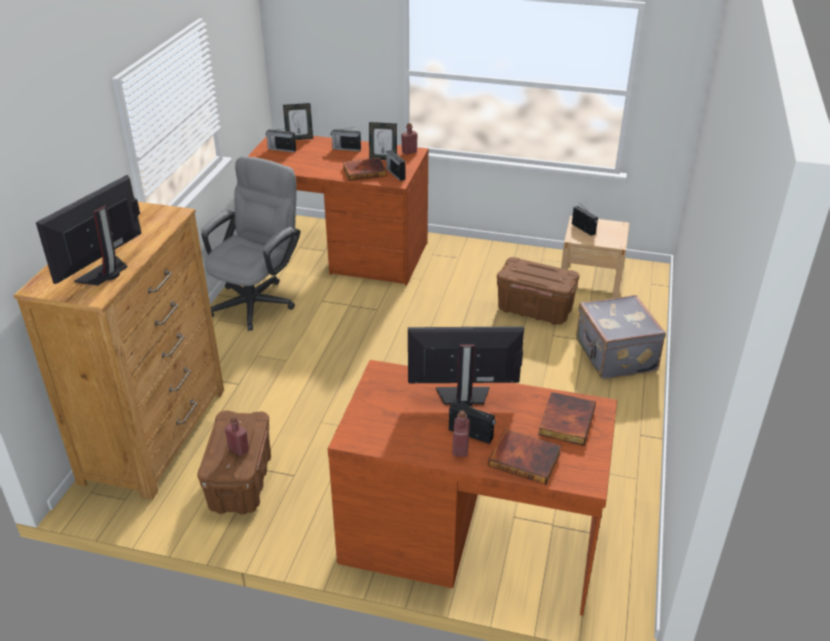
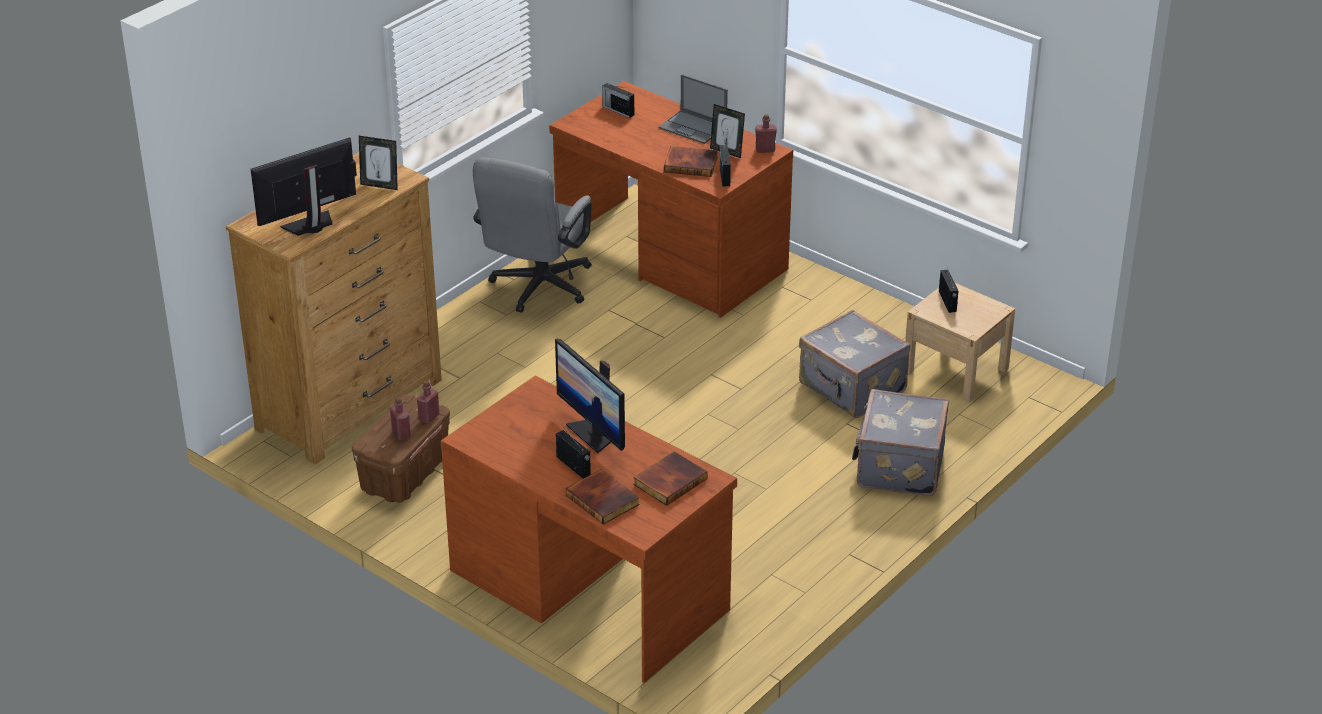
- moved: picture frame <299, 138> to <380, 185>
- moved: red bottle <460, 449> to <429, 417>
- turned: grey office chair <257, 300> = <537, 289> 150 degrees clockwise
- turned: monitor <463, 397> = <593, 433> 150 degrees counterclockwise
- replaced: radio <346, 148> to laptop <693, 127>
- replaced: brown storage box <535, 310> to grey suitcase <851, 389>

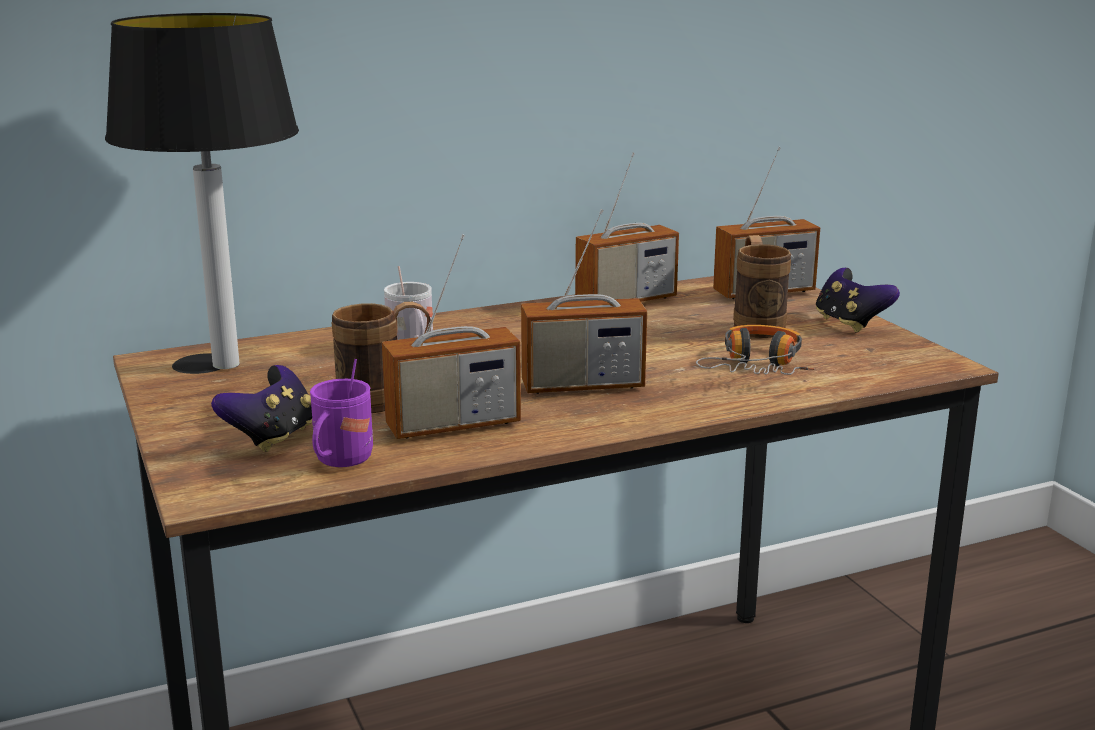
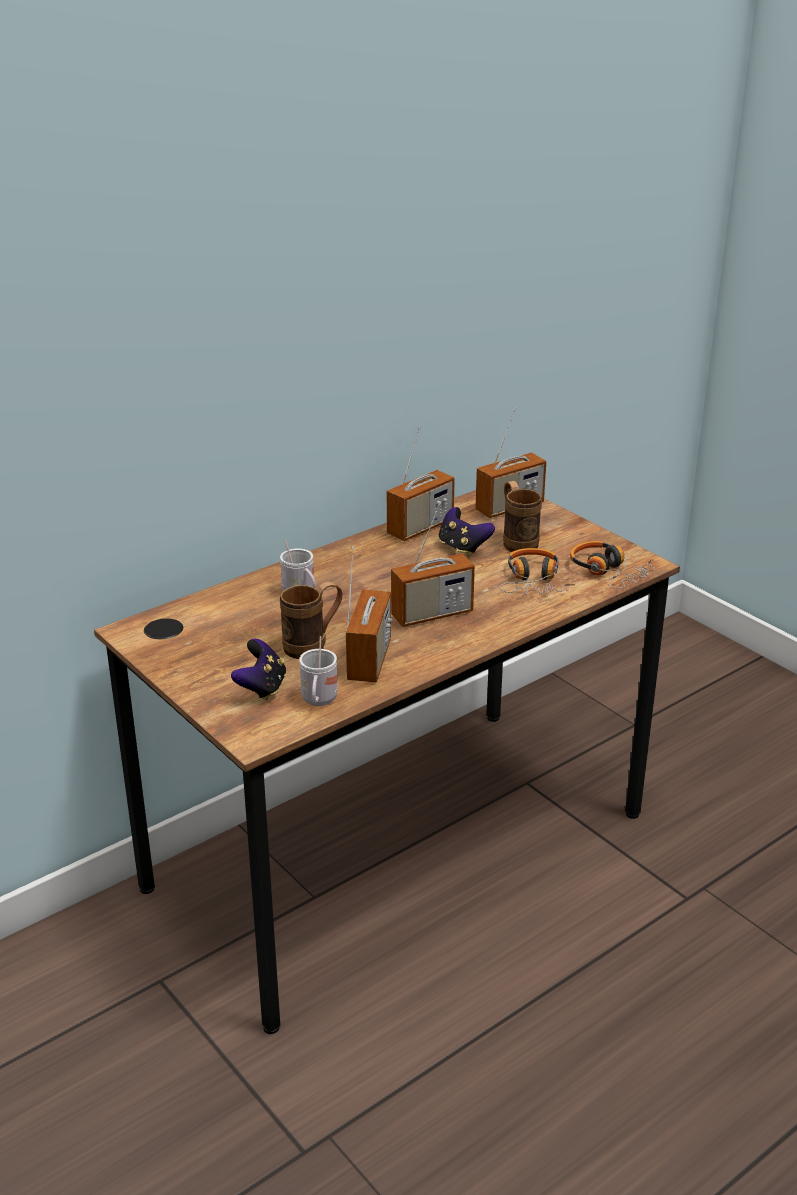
- recoloured: purple mug <339, 463> to white mug <318, 702>
- turned: radio <453, 425> = <369, 660> 45 degrees counterclockwise
- moved: game controller <850, 323> to <463, 548>
- added: headphones <609, 572>
- removed: table lamp <225, 365>

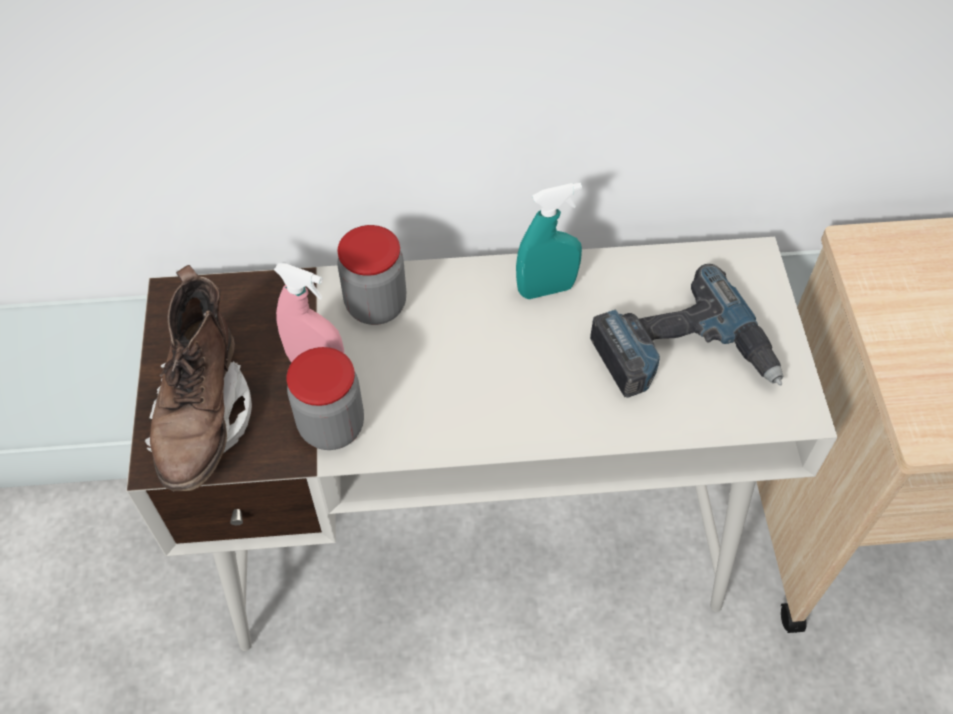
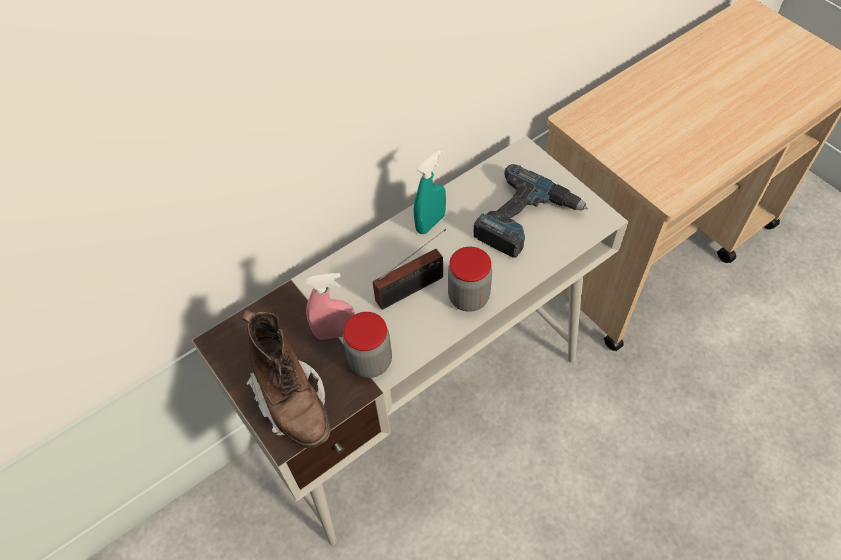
- added: radio <413, 288>
- moved: jar <376, 305> to <468, 297>

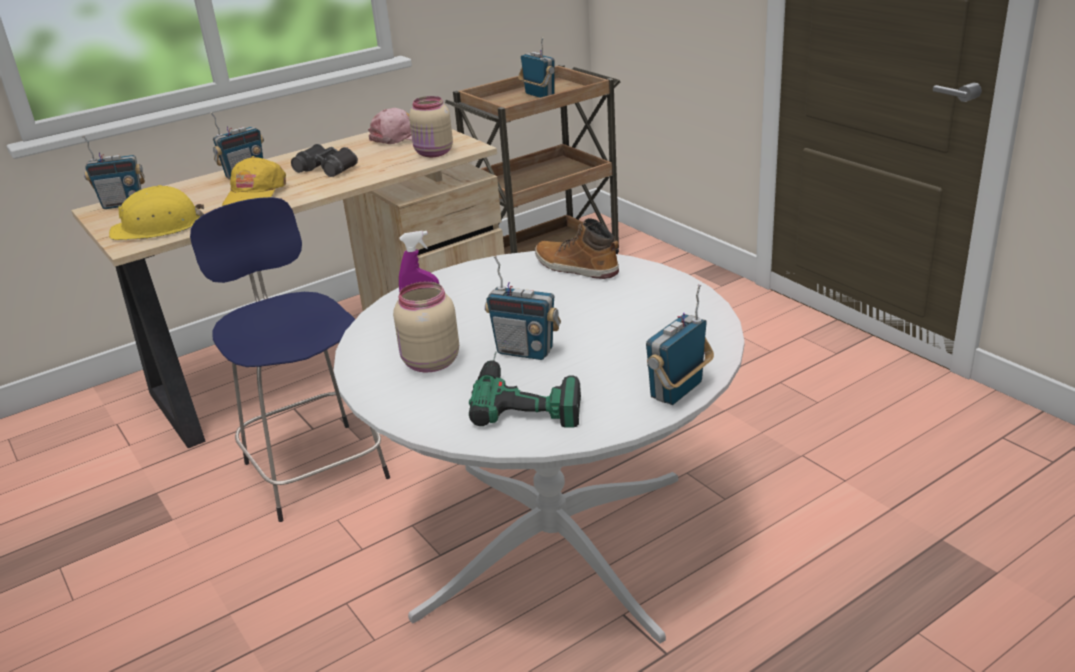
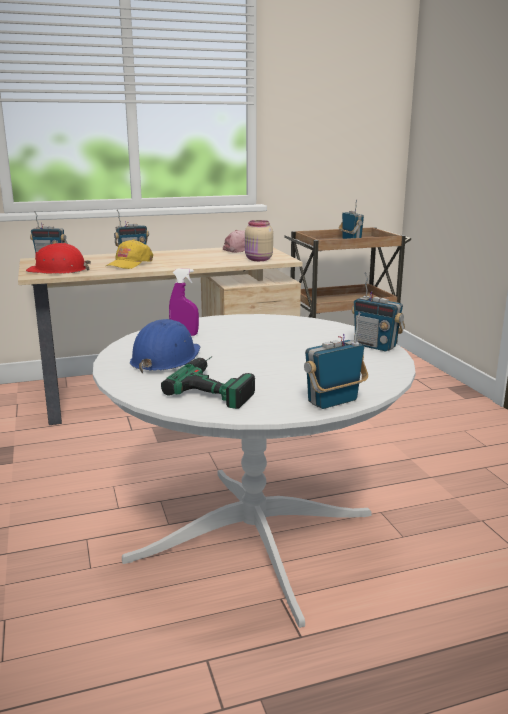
- recoloured: yellow hard hat <157, 227> to red hard hat <58, 270>
- replaced: beige jar <429, 363> to blue hard hat <165, 358>
- moved: radio <525, 351> to <375, 346>
- removed: blue stool <314, 467>
- removed: black binoculars <328, 168>
- removed: boot <575, 267>

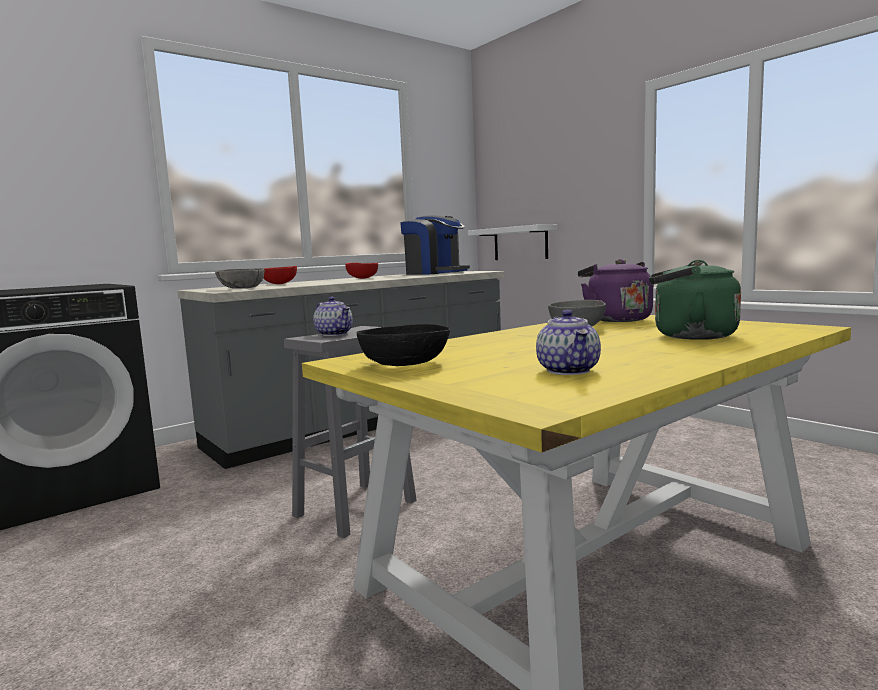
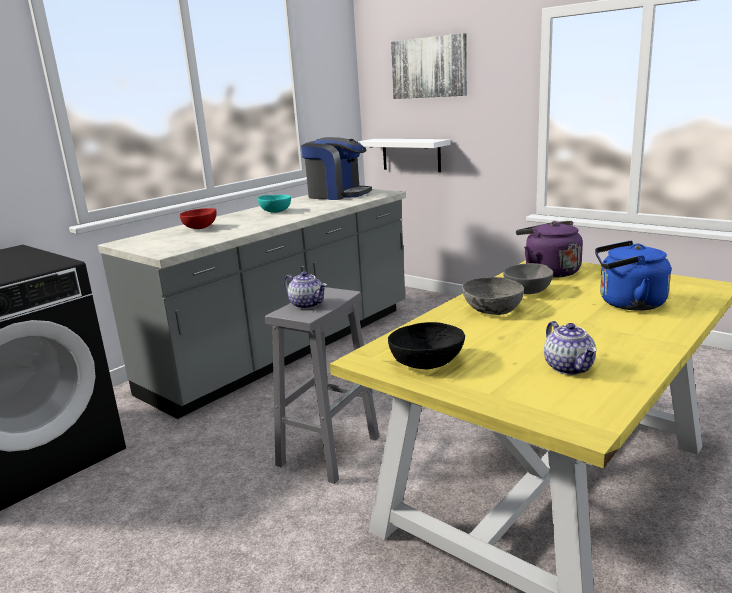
- recoloured: red bowl <362, 278> to turquoise bowl <275, 212>
- added: picture <429, 67>
- moved: grey bowl <242, 288> to <492, 310>
- recoloured: green kettle <689, 336> to blue kettle <627, 303>

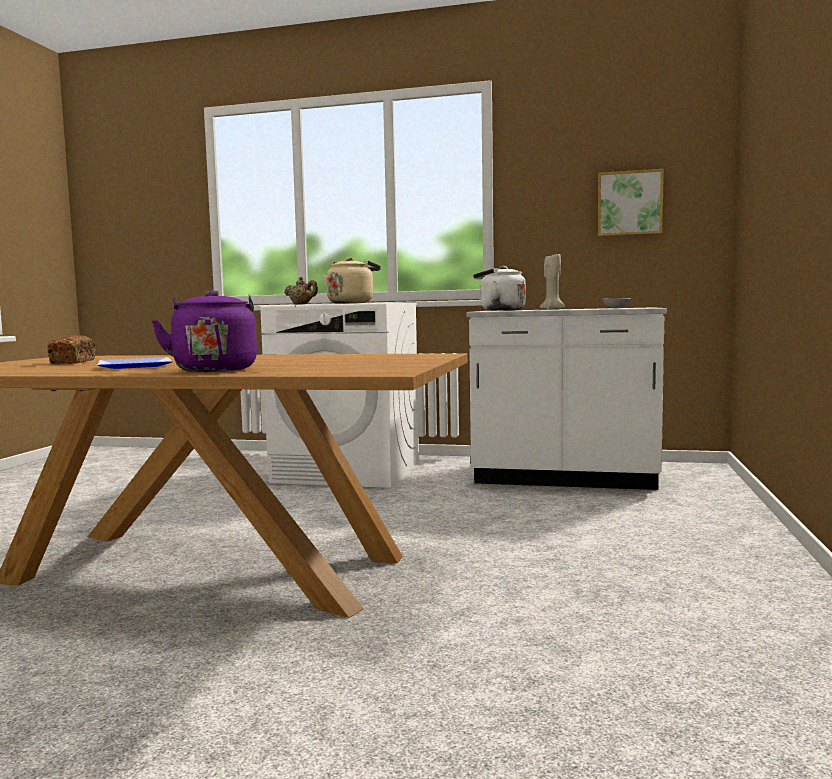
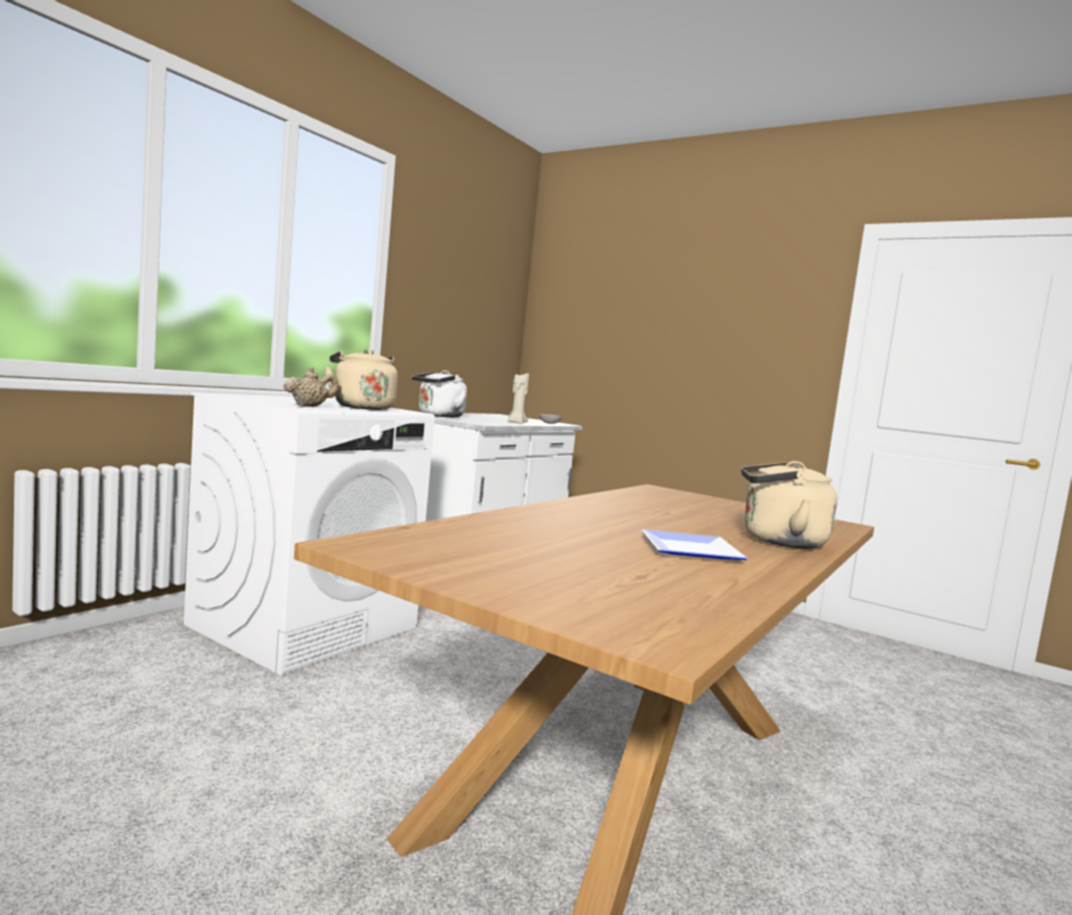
- recoloured: purple kettle <215, 369> to beige kettle <778, 541>
- removed: bread <73, 362>
- removed: picture <629, 203>

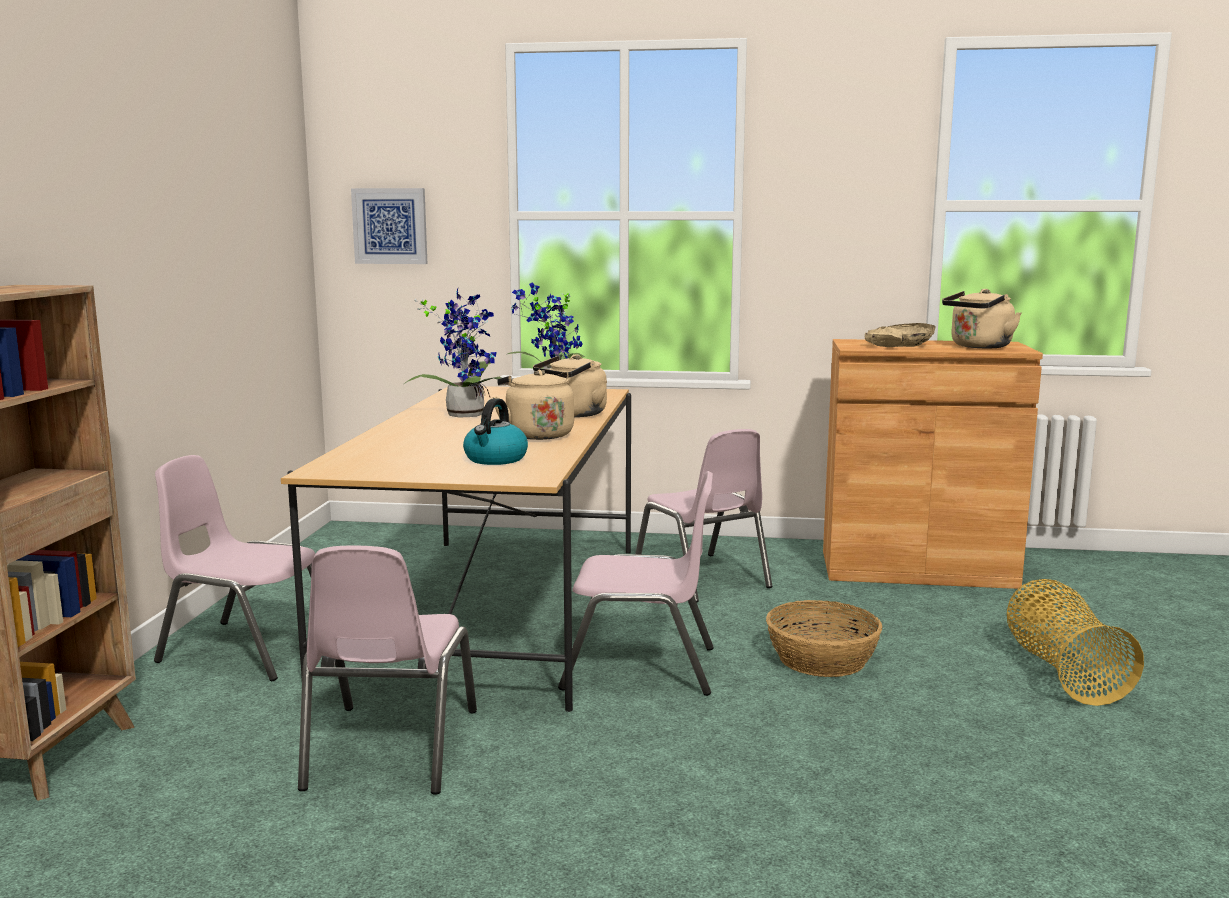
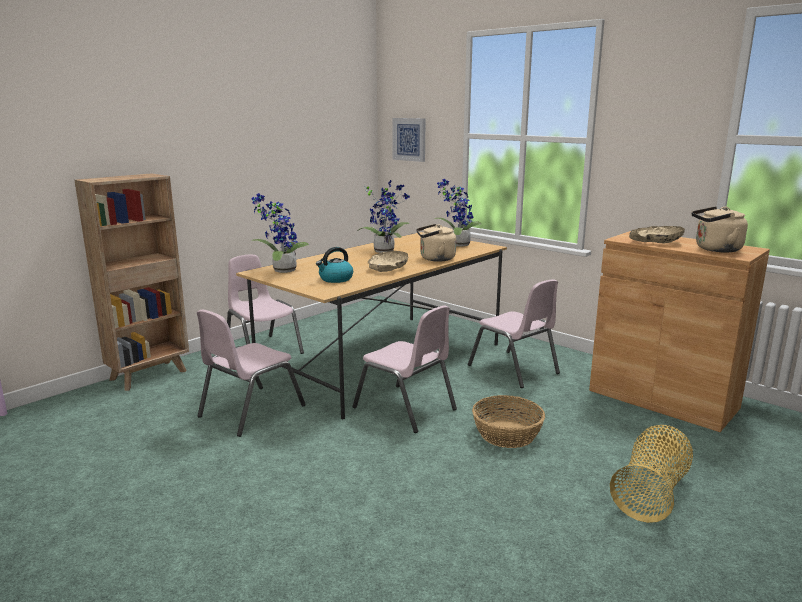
- added: potted plant <281, 270>
- replaced: beige kettle <537, 434> to beige bowl <388, 268>
- turned: pink chair <702, 578> = <513, 369> 45 degrees counterclockwise

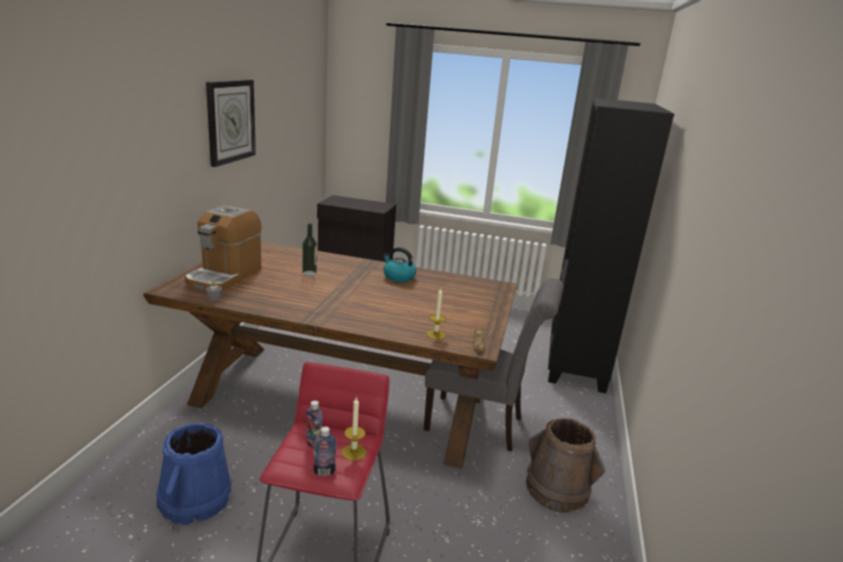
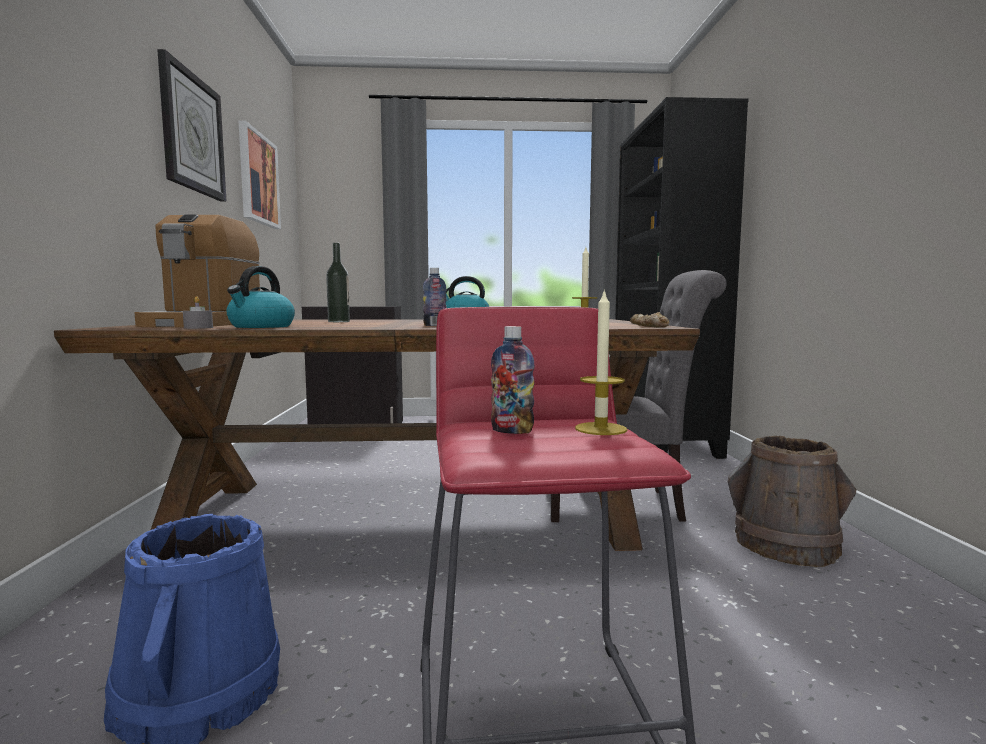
- added: kettle <261, 327>
- added: picture <258, 179>
- moved: bottle <324, 471> to <435, 325>

